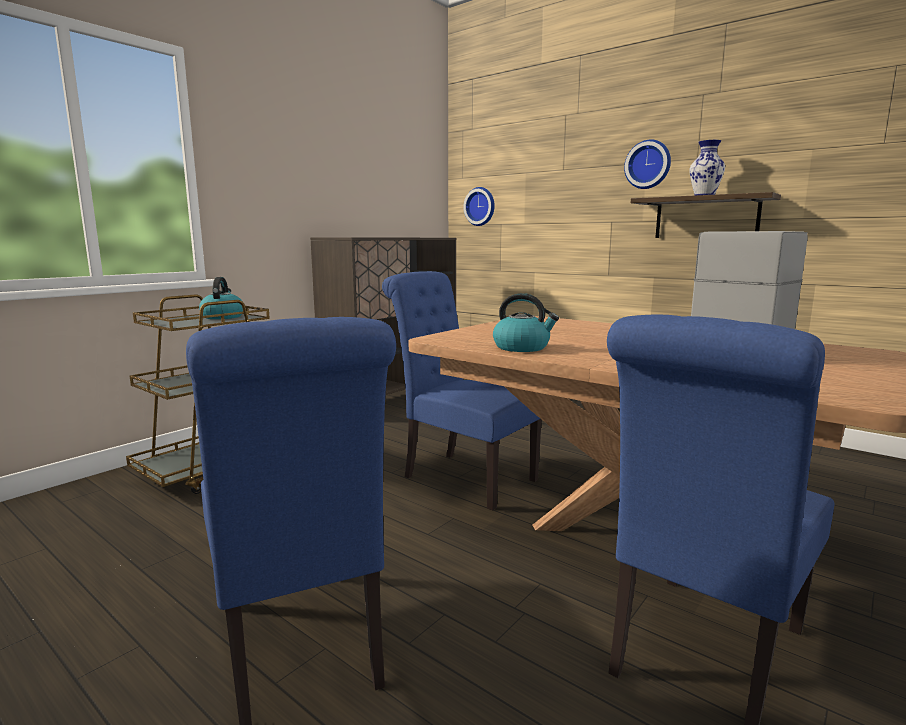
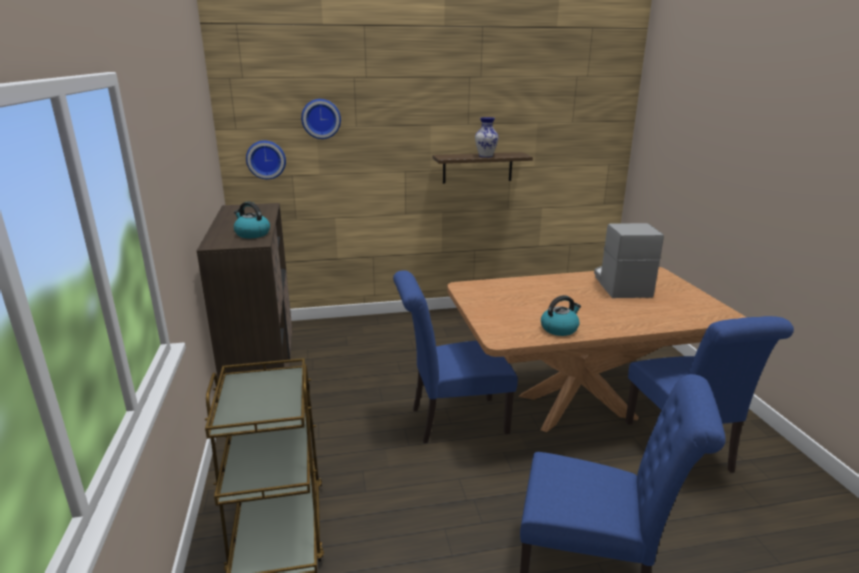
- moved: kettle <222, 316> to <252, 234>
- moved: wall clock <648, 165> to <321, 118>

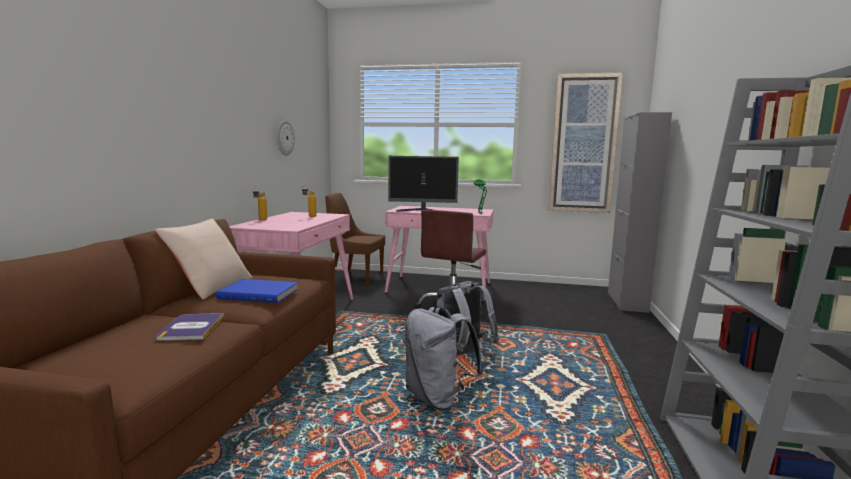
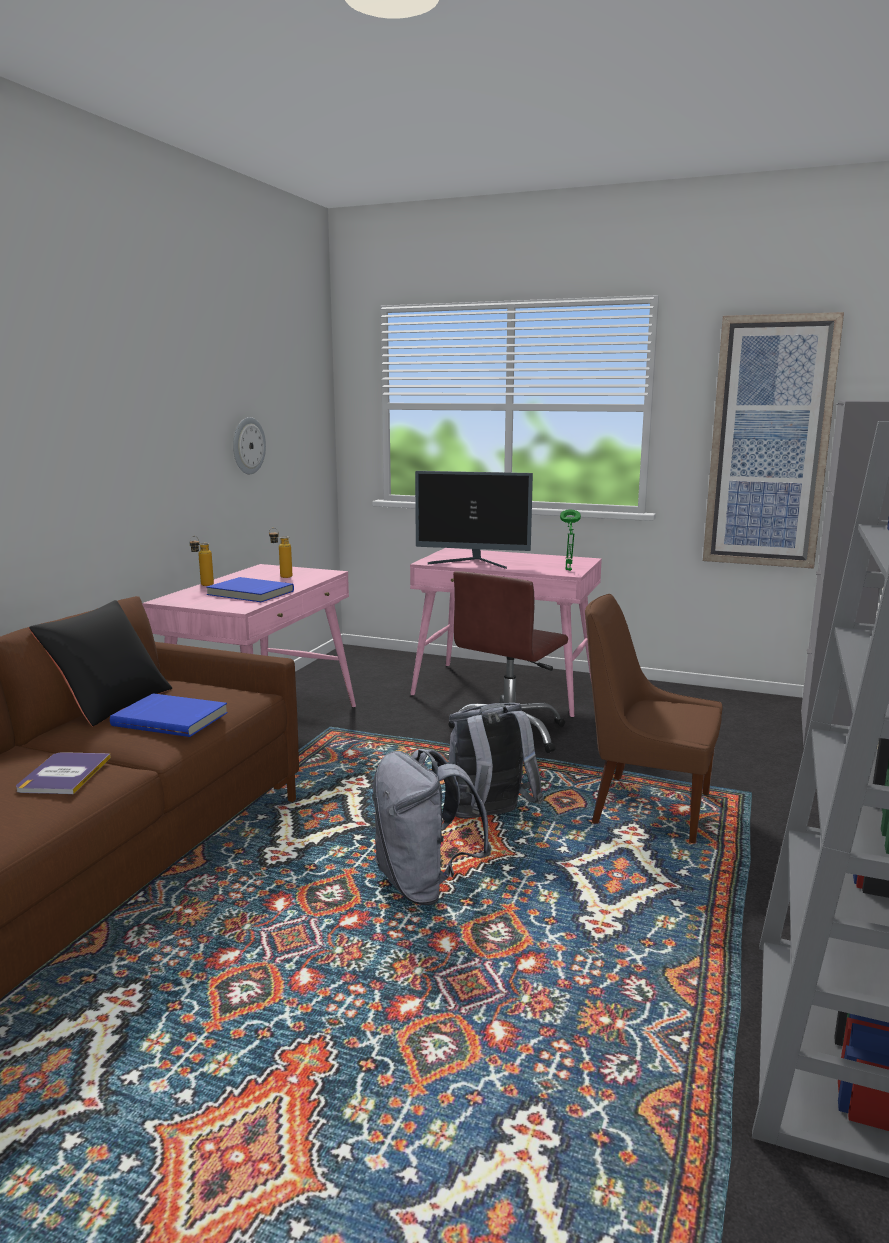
- recoloured: beige pillow <210, 286> to black pillow <109, 702>
- added: blue book <249, 593>
- moved: brown chair <355, 276> to <645, 807>

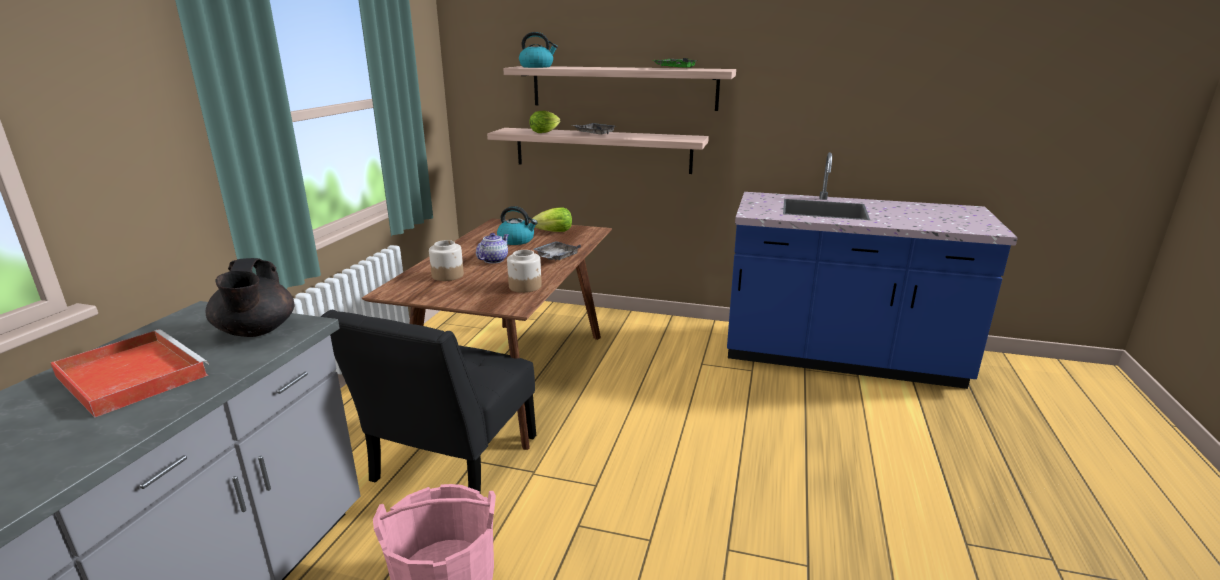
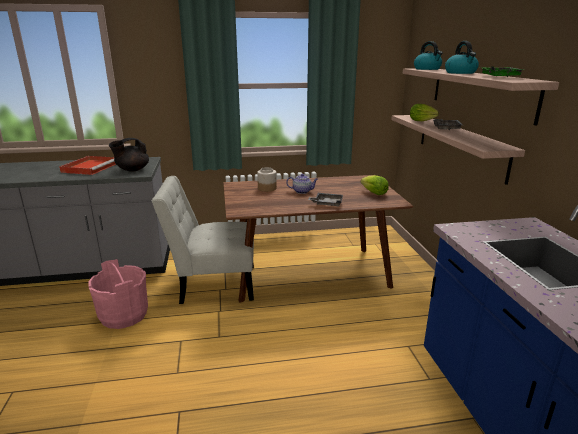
- recoloured: black chair <450, 464> to white chair <213, 284>
- moved: kettle <517, 240> to <461, 73>
- removed: jar <525, 286>

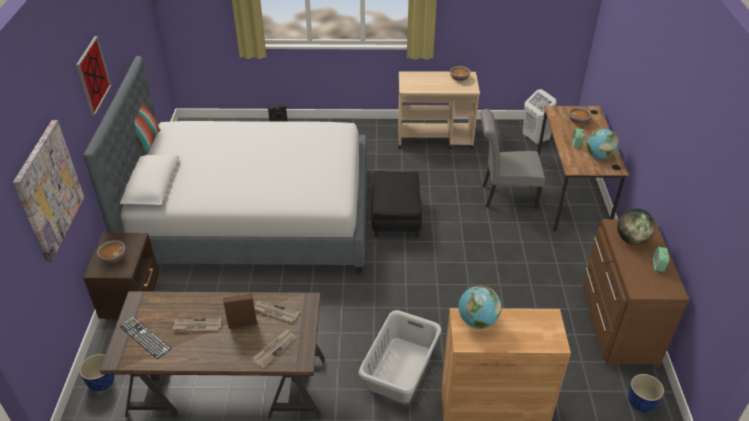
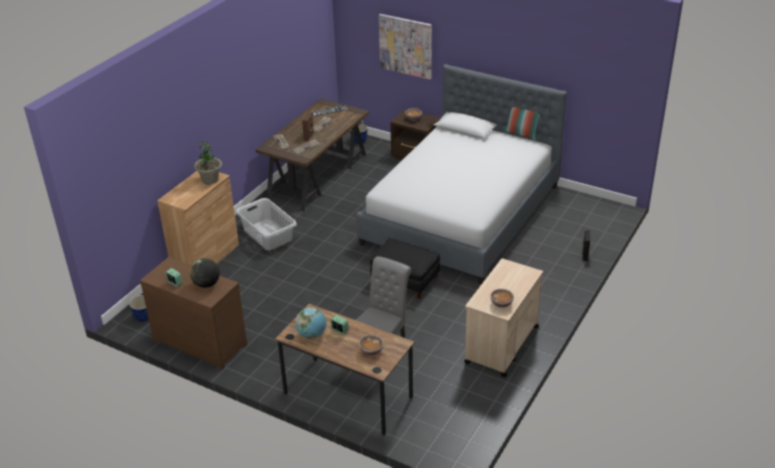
- replaced: globe <477, 321> to potted plant <210, 180>
- removed: picture <93, 75>
- removed: white laundry basket <535, 139>

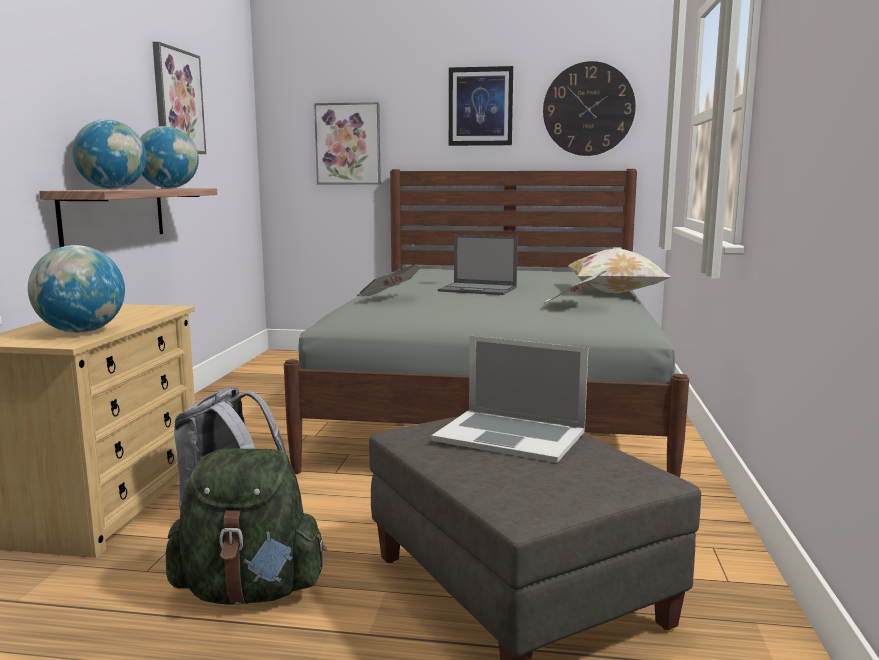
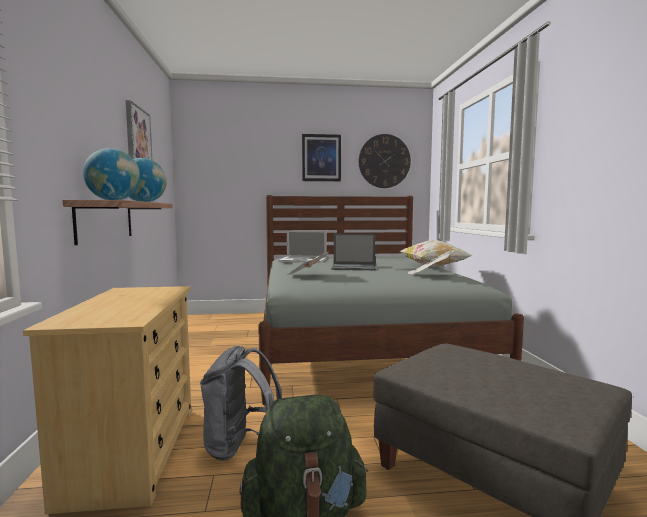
- moved: laptop <510, 435> to <303, 260>
- removed: globe <82, 332>
- removed: picture <348, 144>

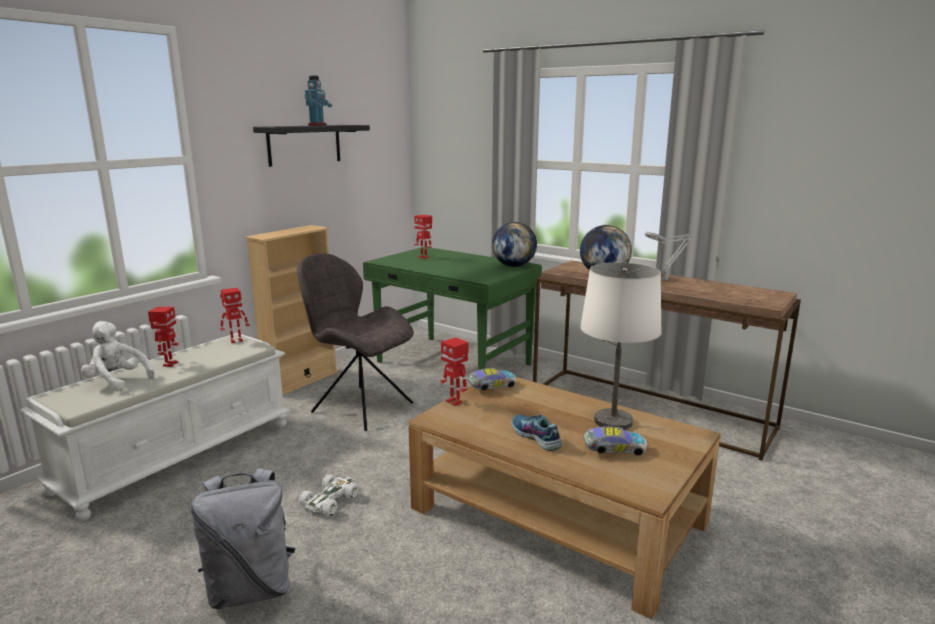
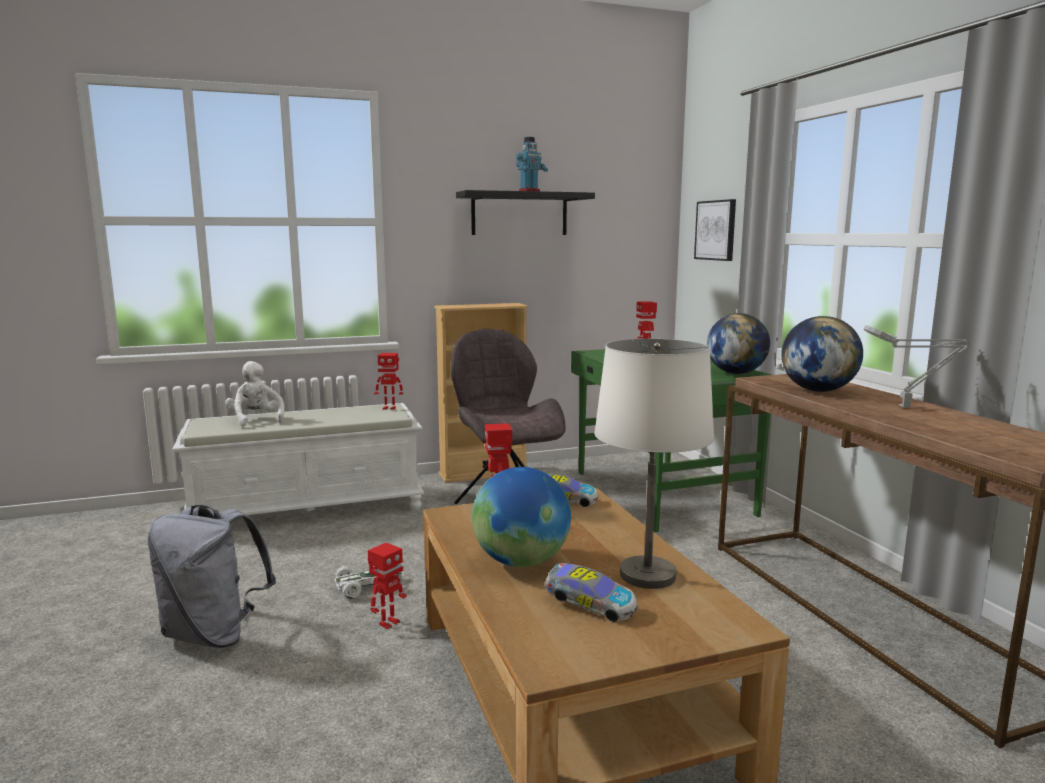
- moved: toy robot <169, 364> to <388, 623>
- replaced: shoe <535, 437> to globe <520, 562>
- added: picture <716, 230>

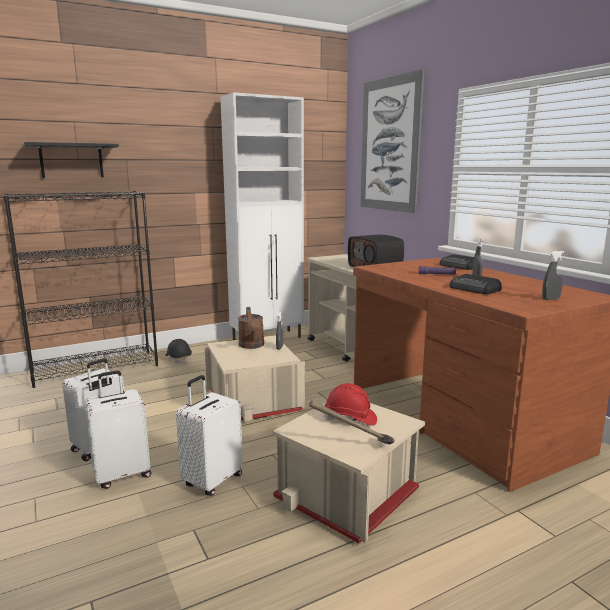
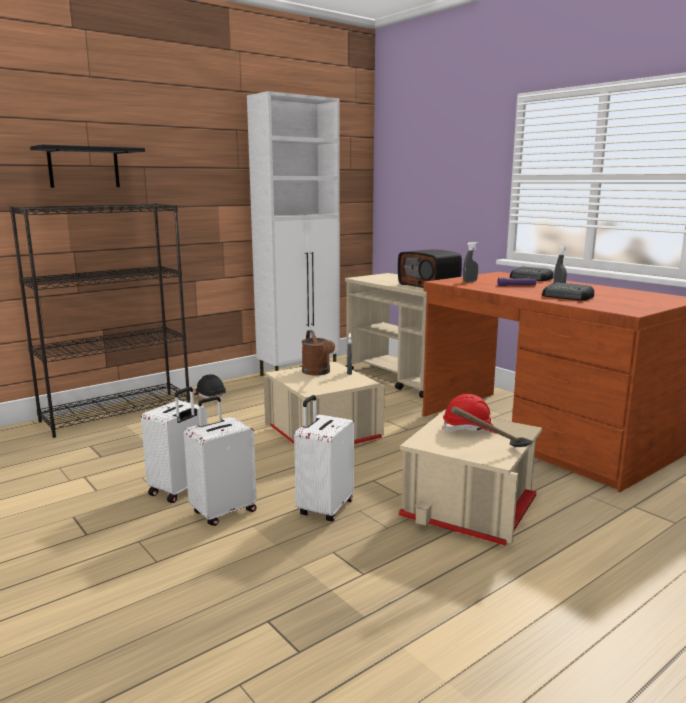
- moved: grey spray bottle <550, 299> to <470, 281>
- removed: picture <390, 145>

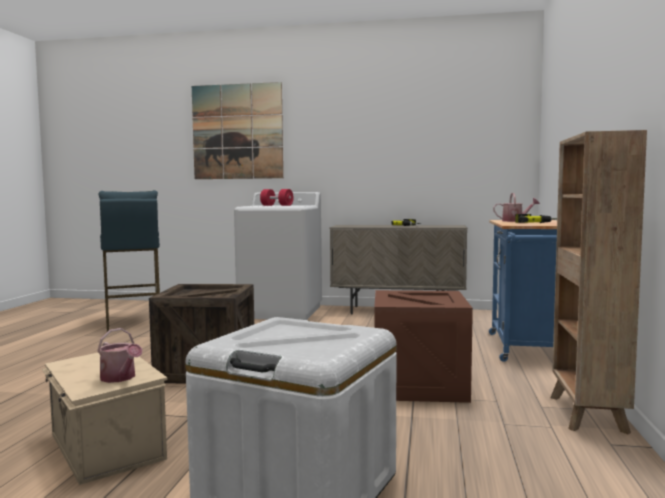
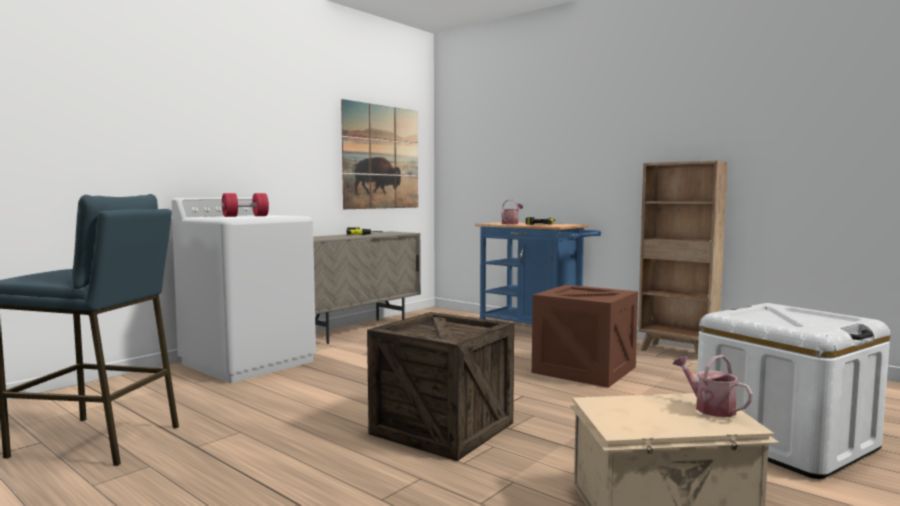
- moved: picture <237, 132> to <381, 157>
- turned: watering can <120, 378> = <710, 408> 105 degrees counterclockwise

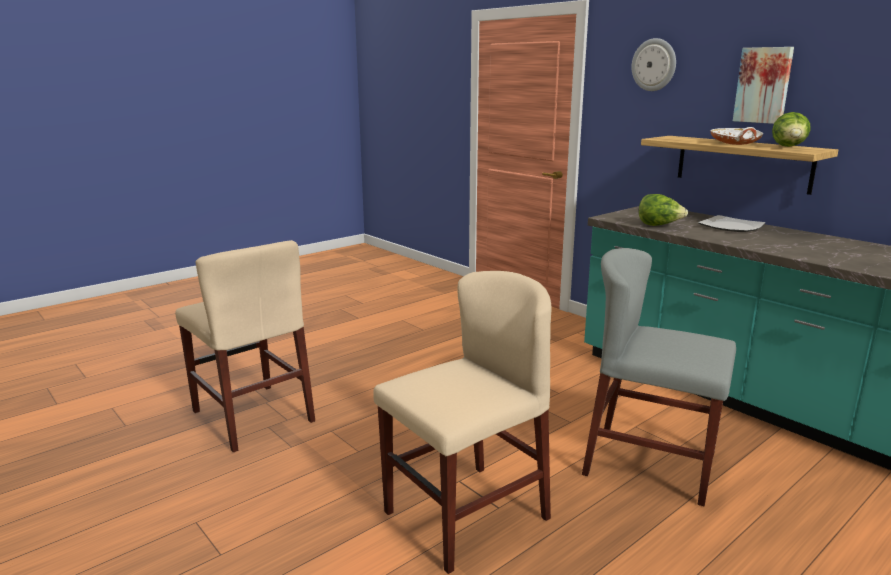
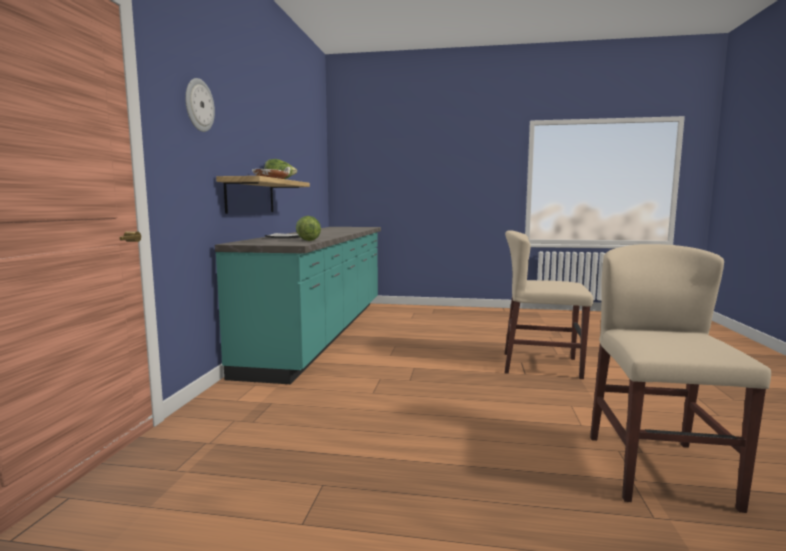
- removed: grey chair <650, 464>
- removed: picture <763, 85>

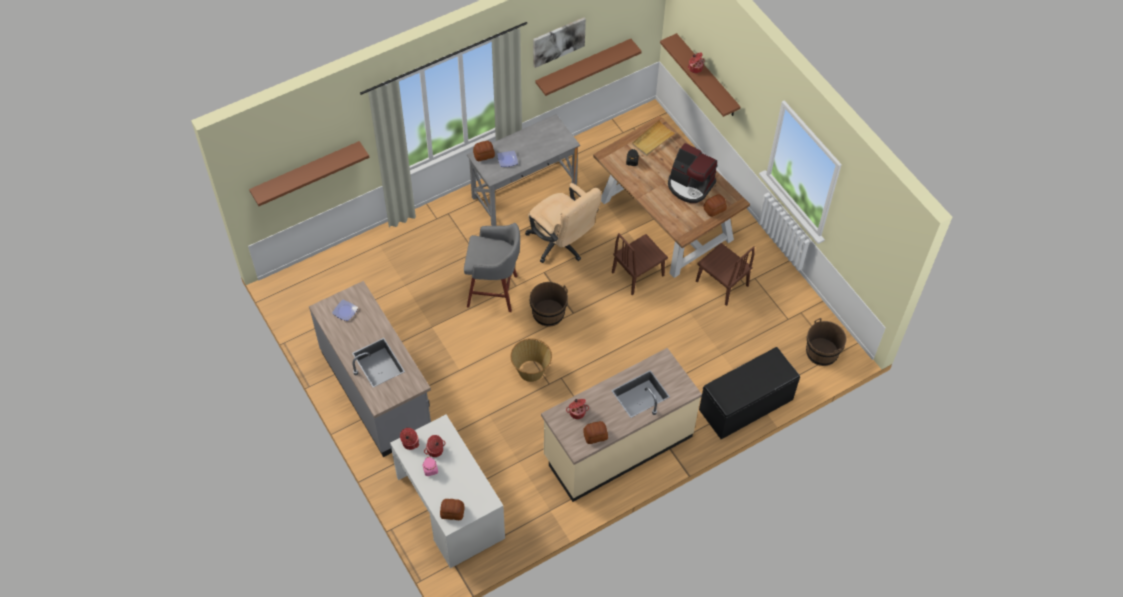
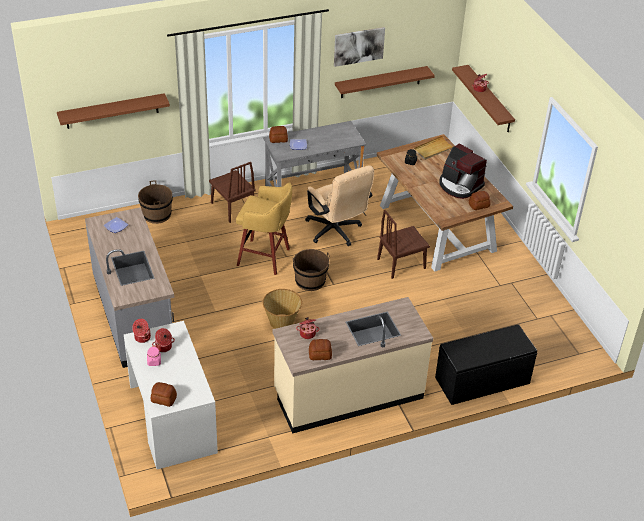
- moved: brown bucket <821, 352> to <156, 214>
- moved: brown chair <722, 283> to <233, 207>
- recoloured: grey stool <494, 291> to yellow stool <265, 258>

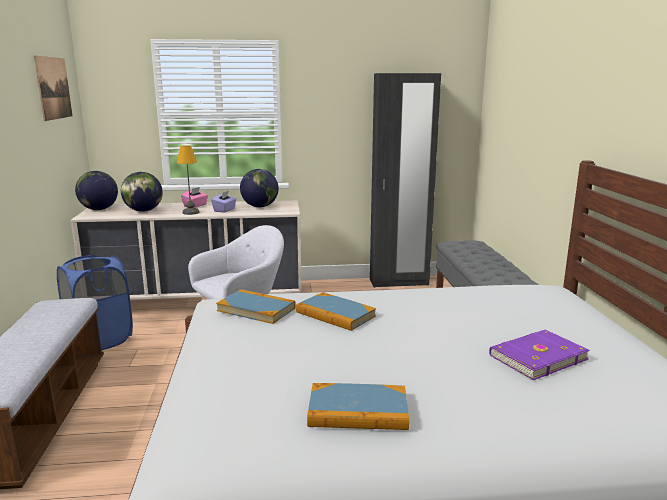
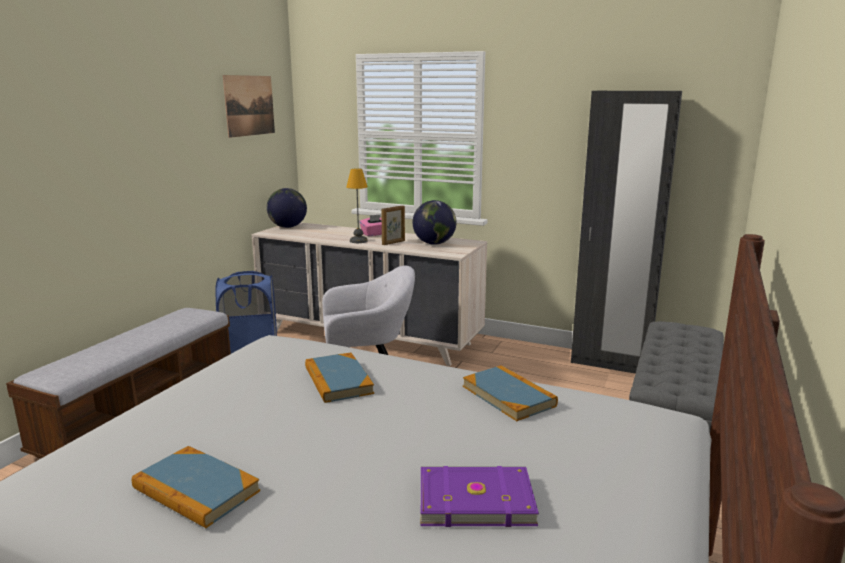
- replaced: purple tissue box <225, 210> to picture frame <393, 243>
- moved: book <256, 309> to <508, 396>
- removed: globe <144, 211>

